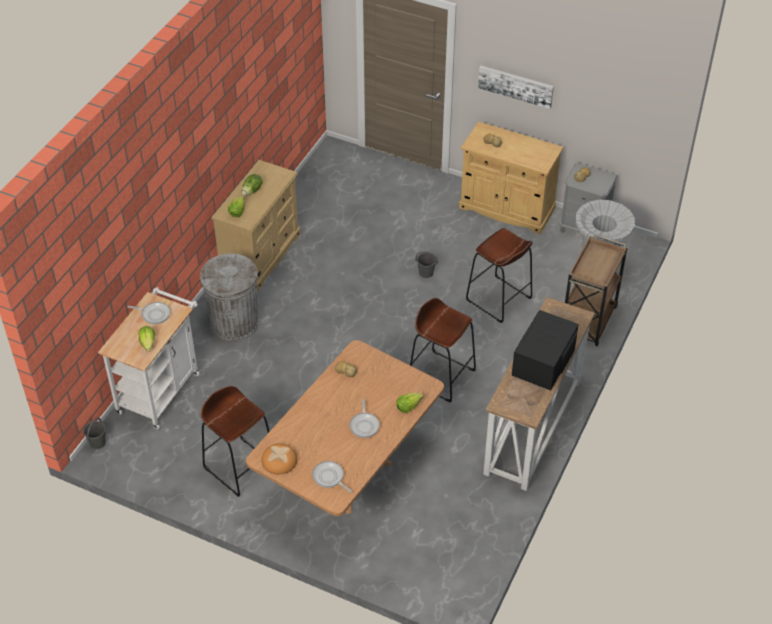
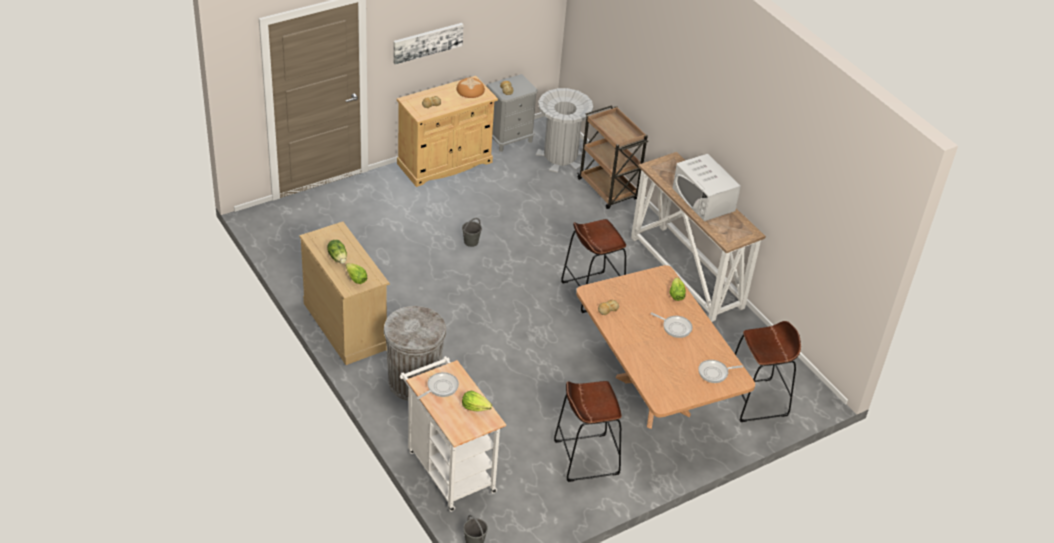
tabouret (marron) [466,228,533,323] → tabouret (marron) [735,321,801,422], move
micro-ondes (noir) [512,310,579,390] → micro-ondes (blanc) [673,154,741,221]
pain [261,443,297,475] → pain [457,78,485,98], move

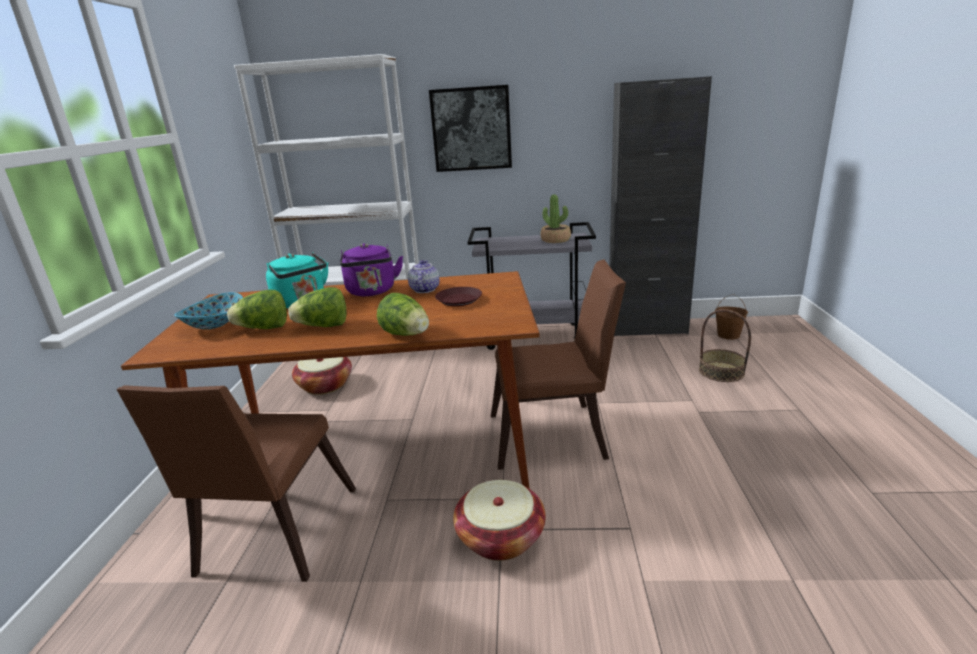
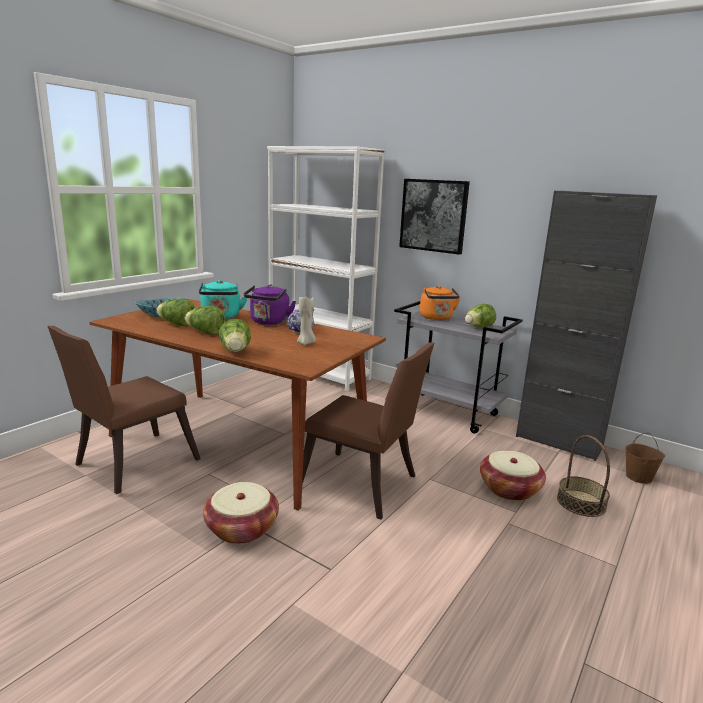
plante en pot [541,194,571,243] → laitue [465,304,496,328]
assiette (marron) [435,287,482,306] → bougie (beige) [297,294,316,345]
panier [292,357,352,395] → panier [480,450,546,501], move
- → bouilloire (orange) [420,285,461,320]

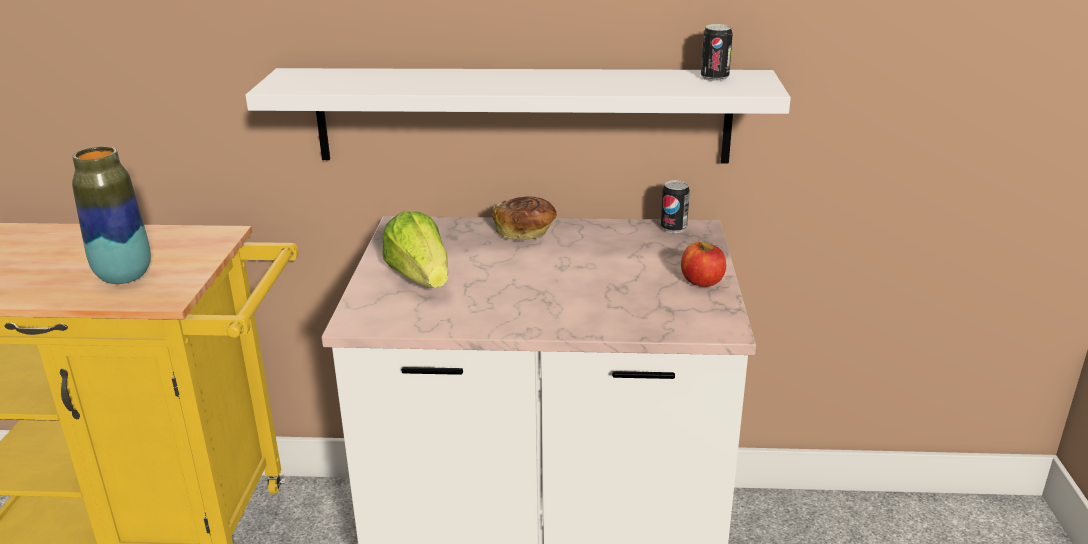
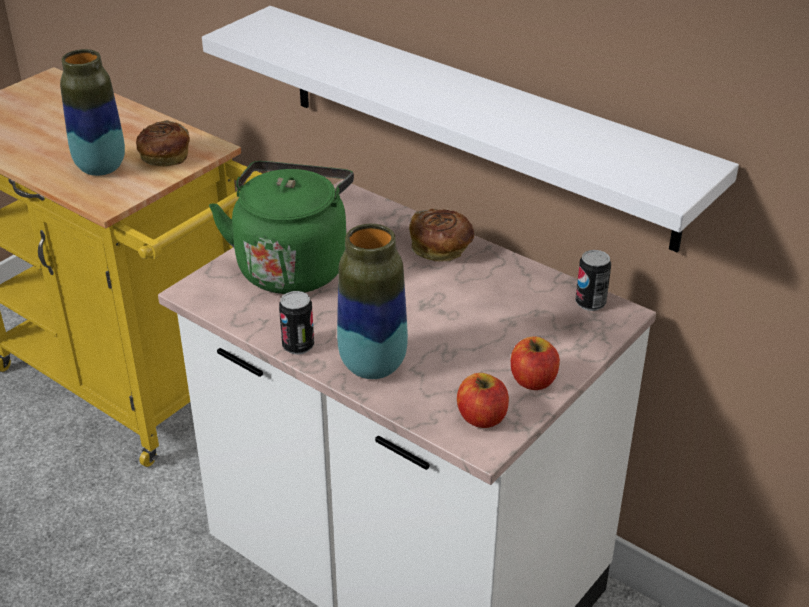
boîte métallique [701,24,733,81] → boîte métallique [279,291,314,355], move
laitue [382,212,448,288] → bouilloire (vert) [209,161,354,294]
- → pain [136,120,190,167]
- → vase [337,224,408,379]
- → pomme [457,373,509,428]

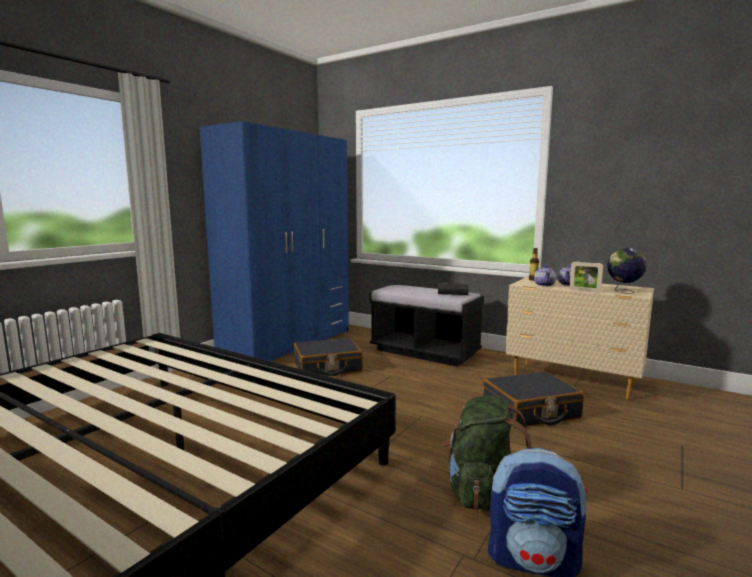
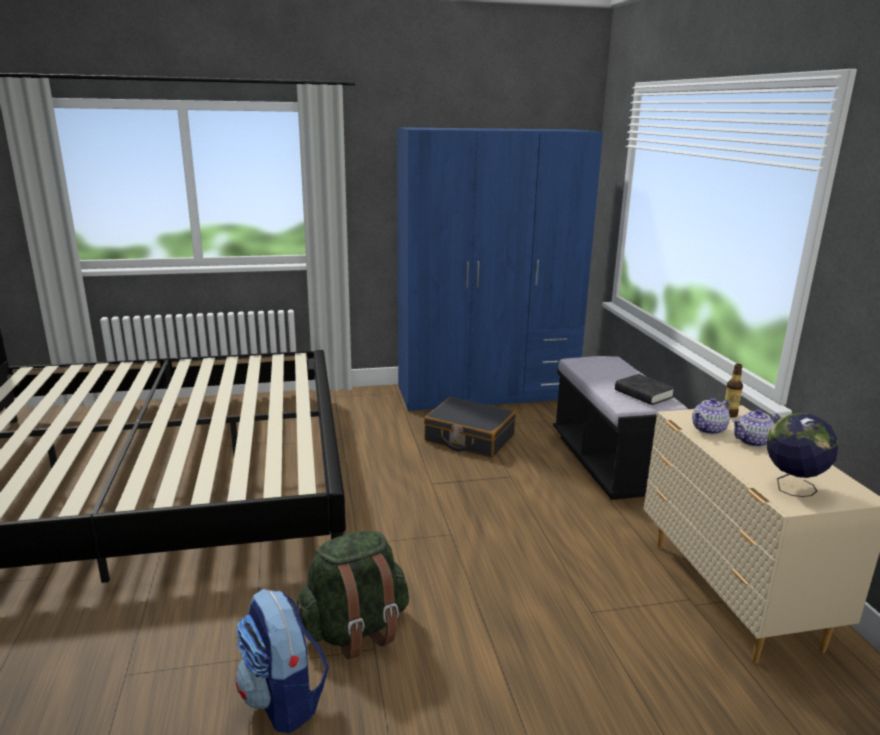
cadre photo [569,261,603,293] → -
valise (noir) [483,371,584,428] → -

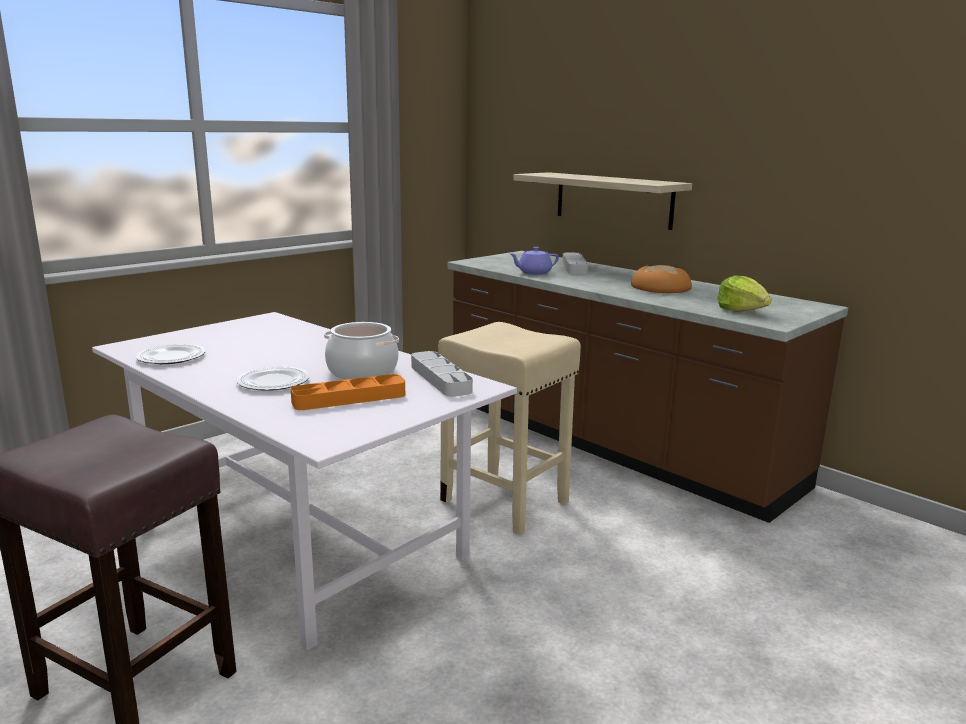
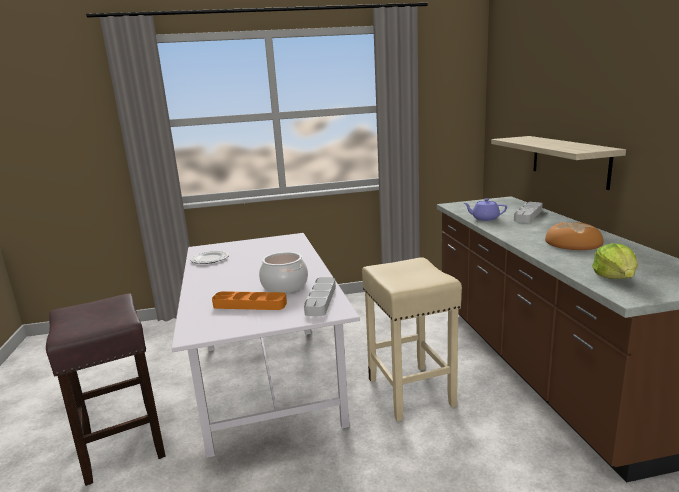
assiette [236,366,310,391] → -

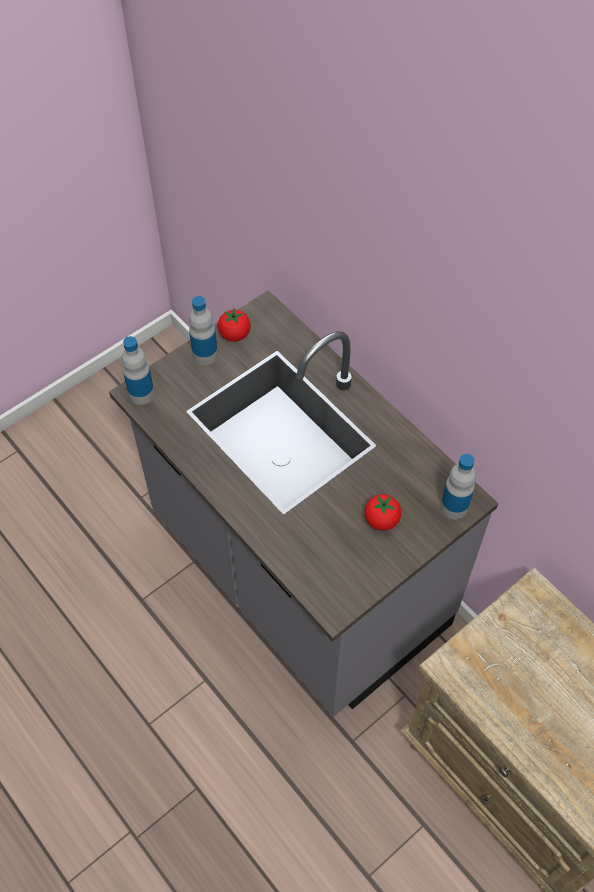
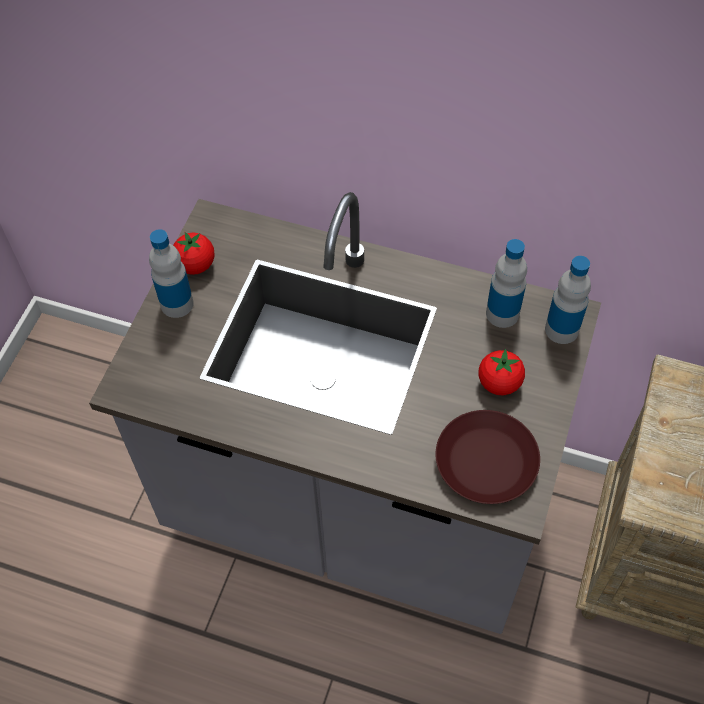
bouteille [122,336,155,405] → bouteille [486,239,527,328], move
- → assiette (marron) [436,410,540,504]

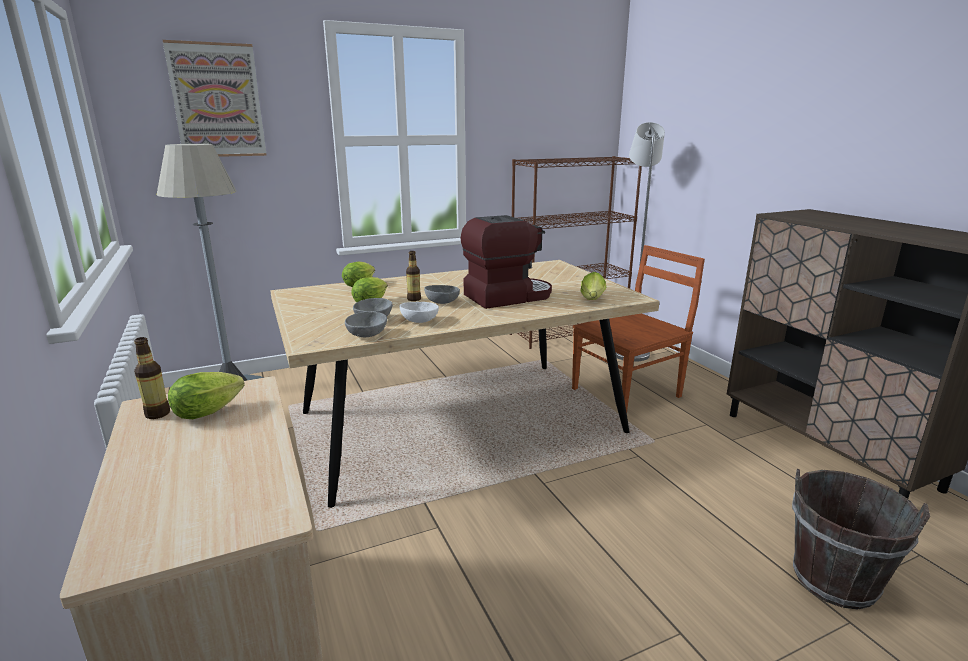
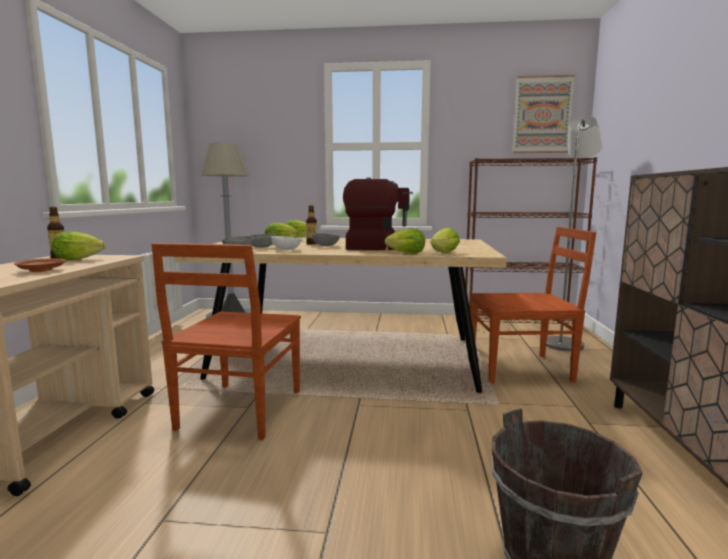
tableau [163,40,267,157] → tableau [512,75,575,153], move
- → laitue [385,229,425,254]
- → chaise (marron) [151,243,301,440]
- → assiette (marron) [14,258,67,272]

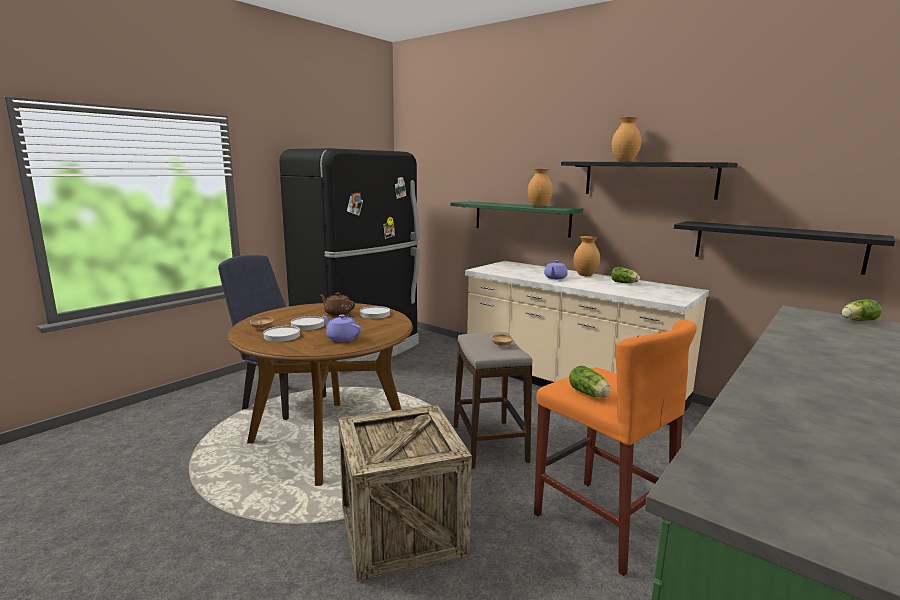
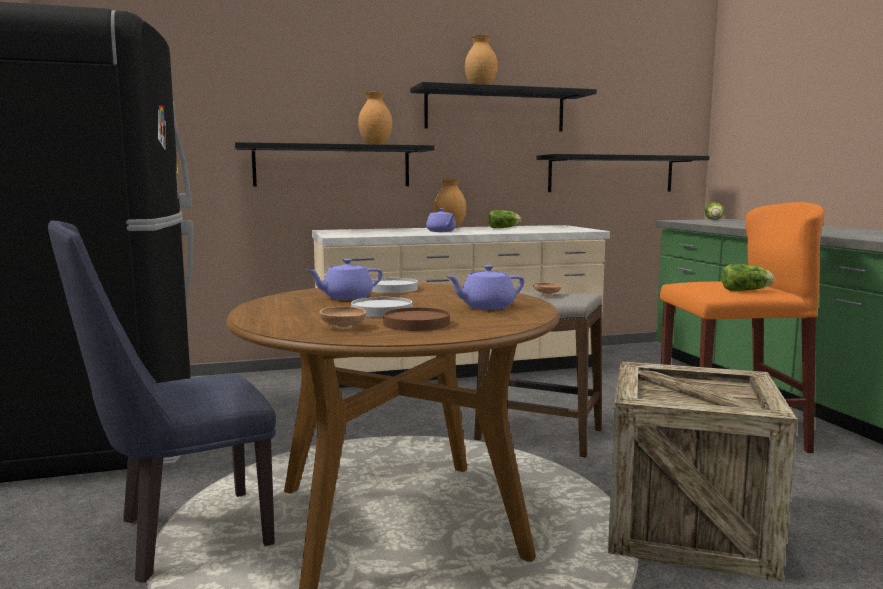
étagère (vert) [451,201,583,238] → étagère (noir) [235,142,435,187]
théière (marron) [319,293,355,316] → théière (violet) [307,259,383,300]
assiette (blanc) [263,326,300,342] → assiette (marron) [383,307,450,331]

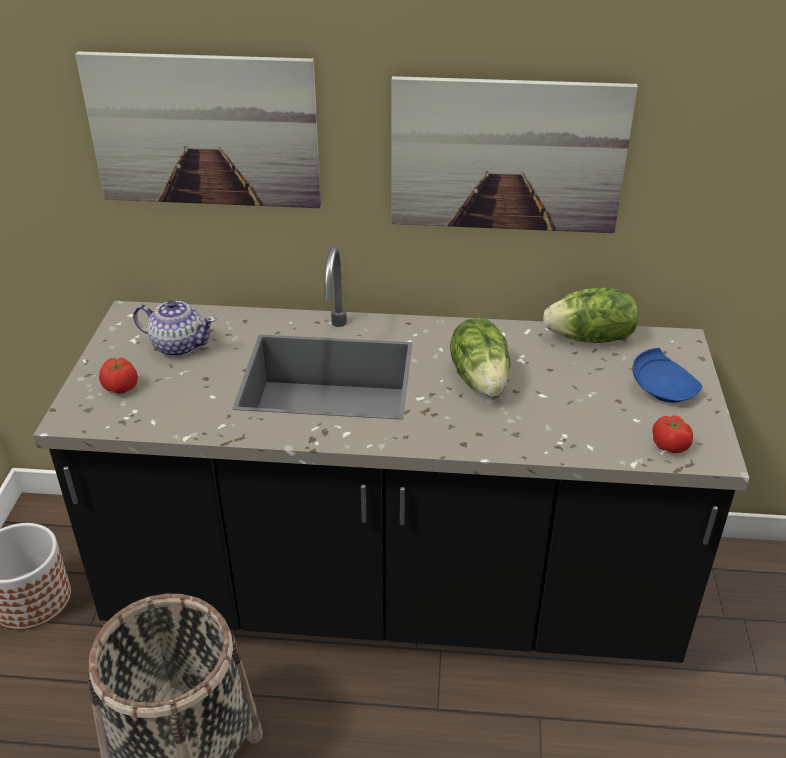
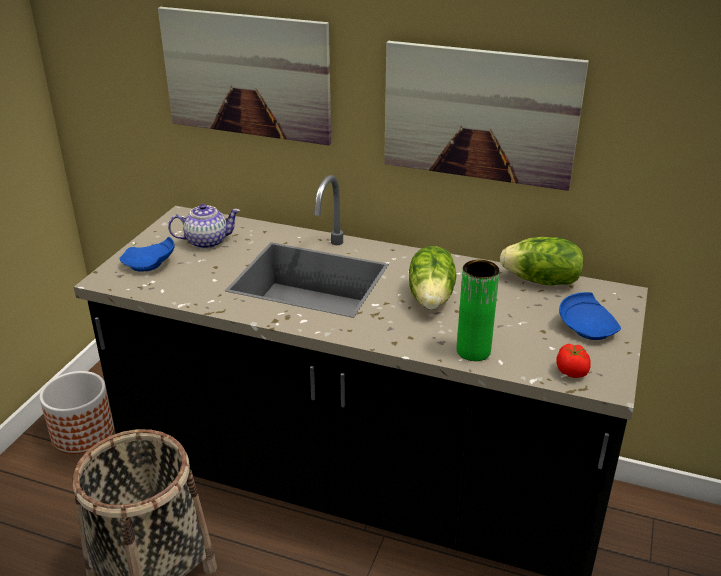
théière [133,300,216,357] → théière [168,204,240,249], 45 degrees counterclockwise
tomate [99,358,138,394] → assiette (bleu) [120,237,175,272]
- → vase (vert) [457,260,500,361]

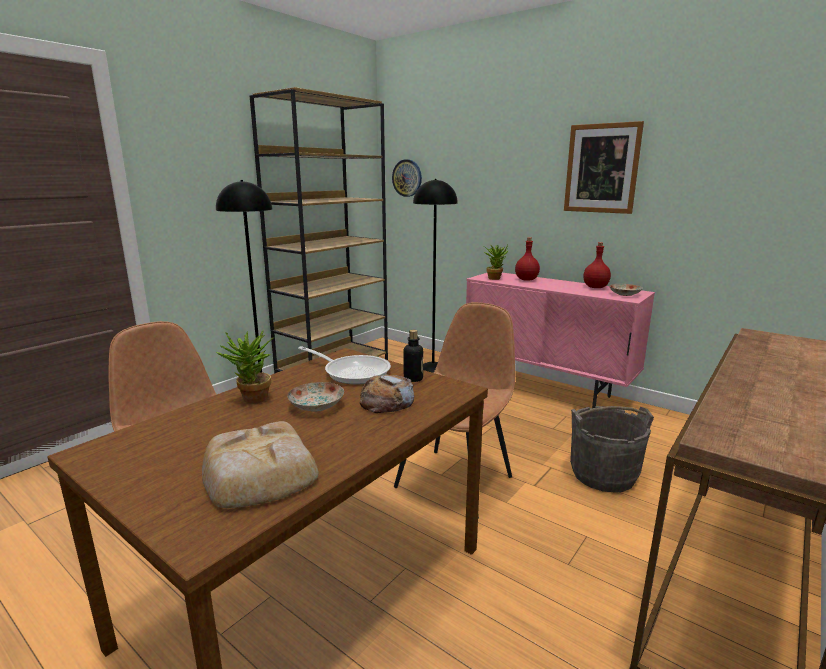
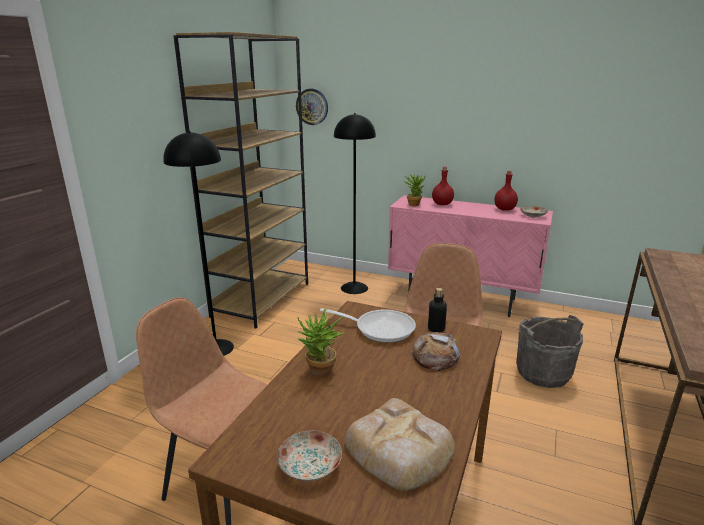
tableau [564,121,644,214] → -
assiette [287,382,344,412] → assiette [277,430,342,482], move

